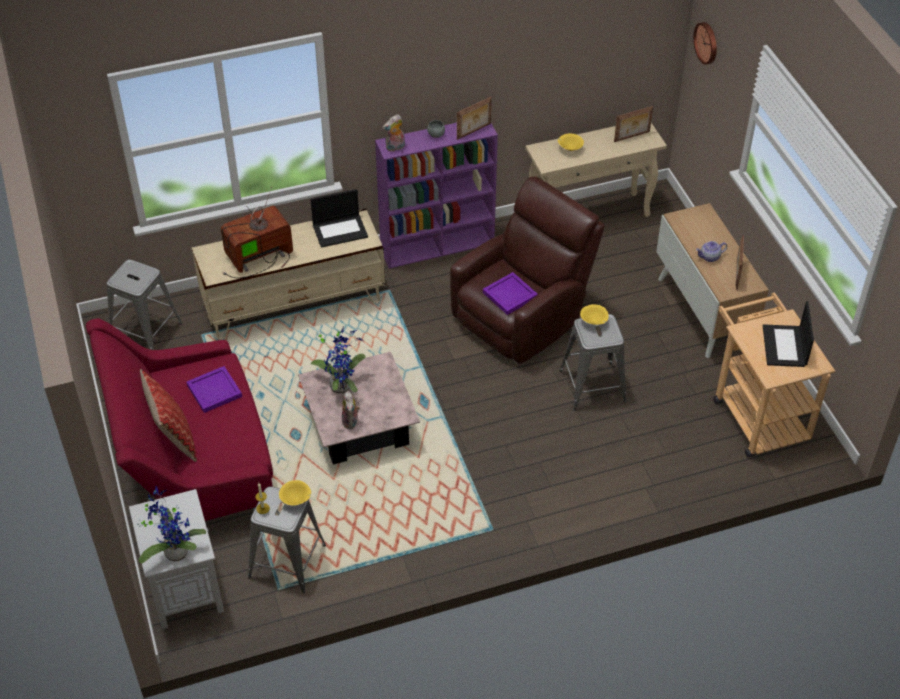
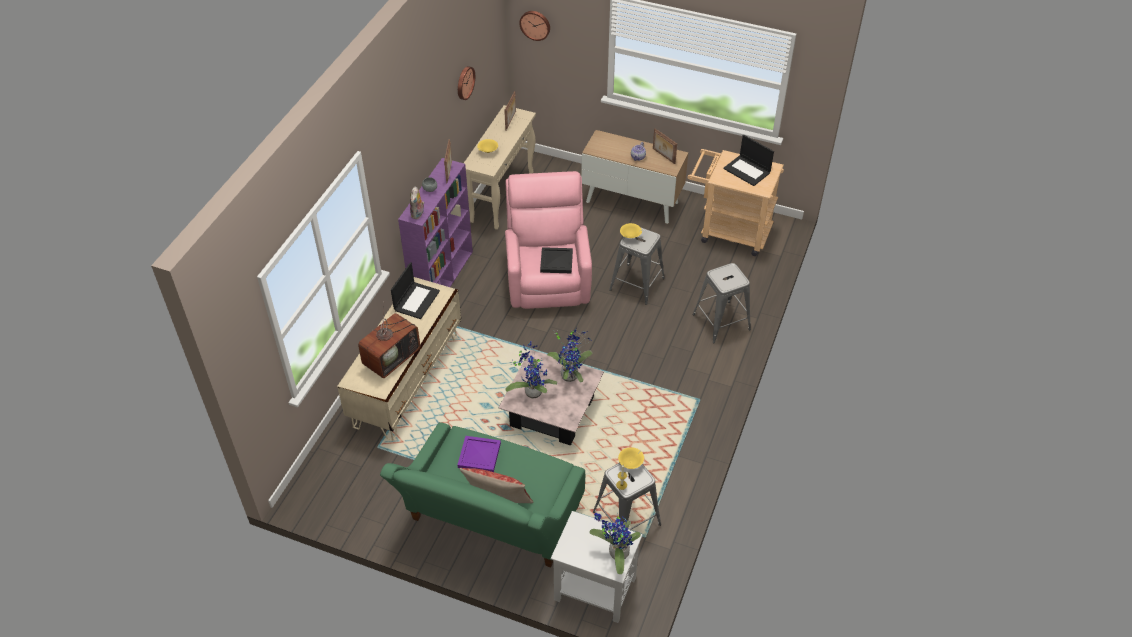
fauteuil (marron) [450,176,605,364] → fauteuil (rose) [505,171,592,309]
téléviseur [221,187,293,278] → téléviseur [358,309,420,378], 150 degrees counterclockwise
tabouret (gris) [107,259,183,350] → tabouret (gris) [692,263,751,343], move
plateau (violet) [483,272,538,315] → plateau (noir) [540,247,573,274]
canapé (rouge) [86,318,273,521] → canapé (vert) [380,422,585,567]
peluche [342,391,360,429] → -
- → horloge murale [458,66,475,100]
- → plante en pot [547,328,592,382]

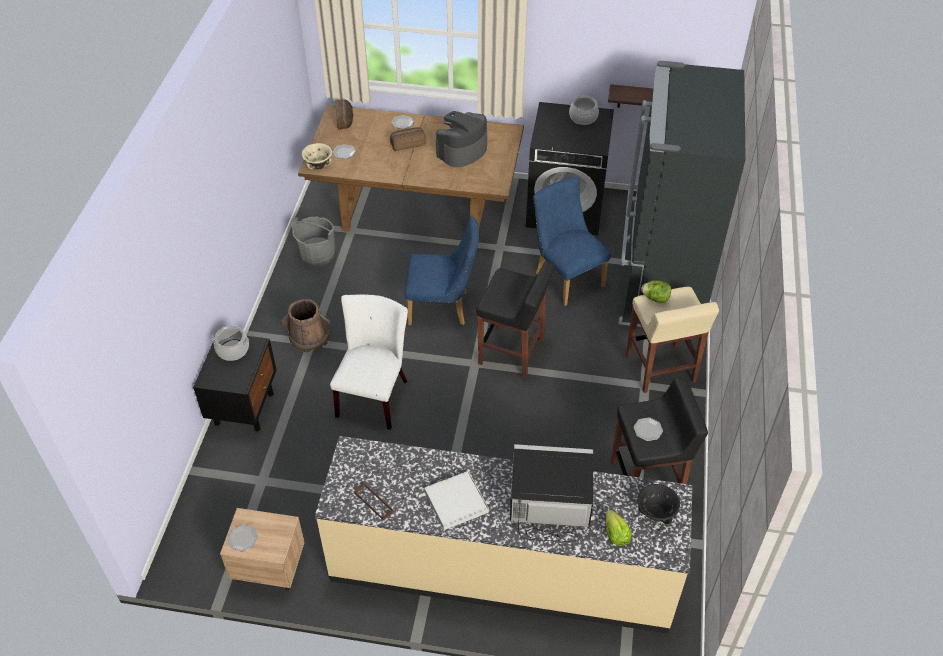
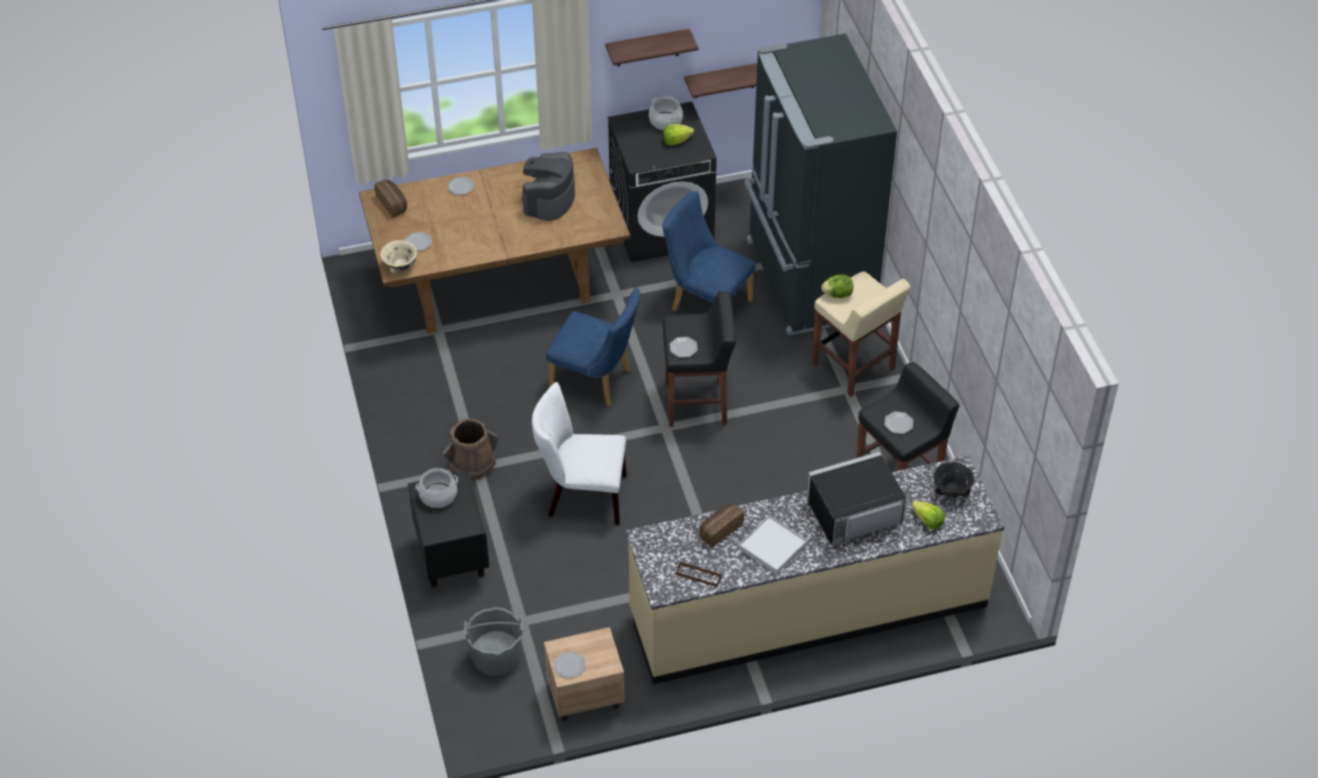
pain [390,128,426,151] → pain [700,504,744,547], move
chaise (bleu) [405,216,479,325] → chaise (bleu) [546,288,640,406], 45 degrees clockwise
seau (gris) [291,217,335,267] → seau (gris) [464,607,523,676], move
chaise (blanc) [330,294,408,430] → chaise (blanc) [532,382,626,525], 75 degrees counterclockwise
- → étagère [605,29,699,67]
- → laitue [663,124,694,145]
- → assiette [670,337,698,358]

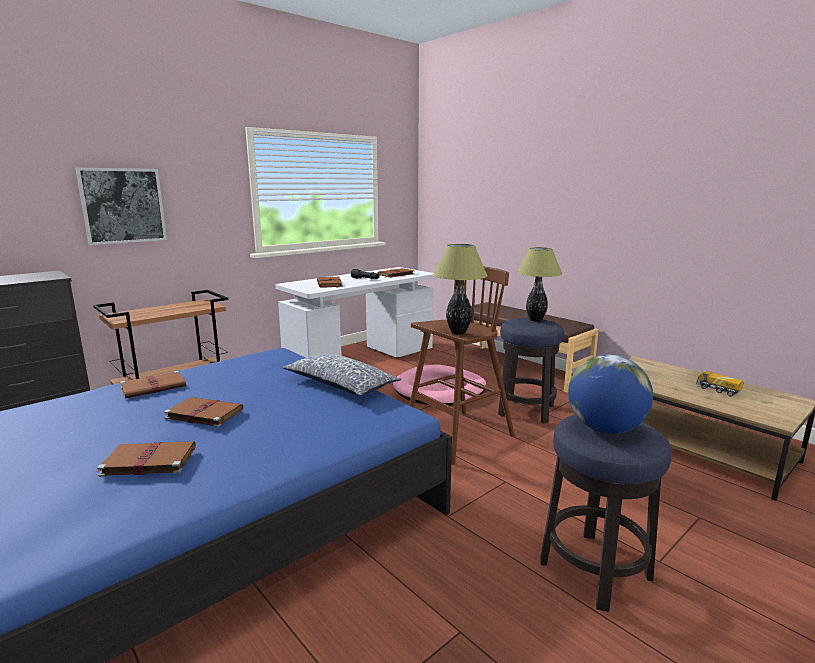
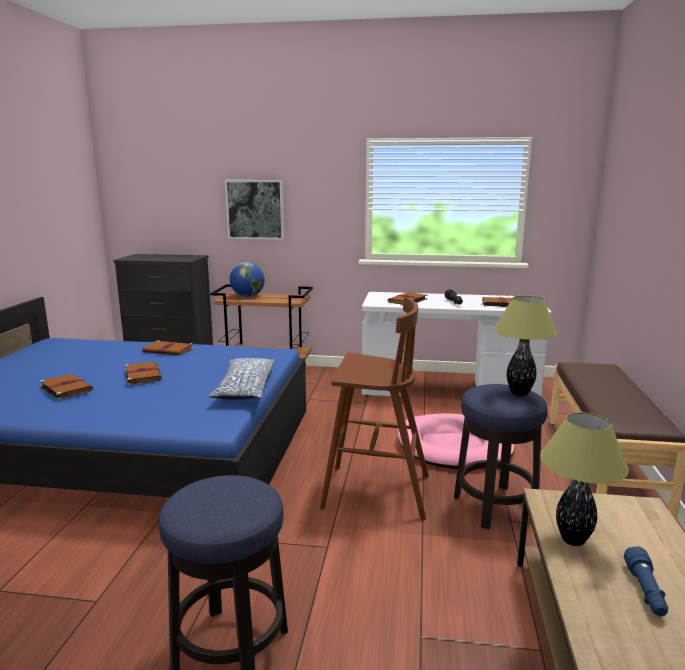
lampe de table [433,244,488,335] → lampe de table [540,412,629,546], move
globe [568,354,653,434] → globe [230,262,265,297], move
camion jouet [696,370,744,396] → lampe de poche (bleu) [624,546,668,616]

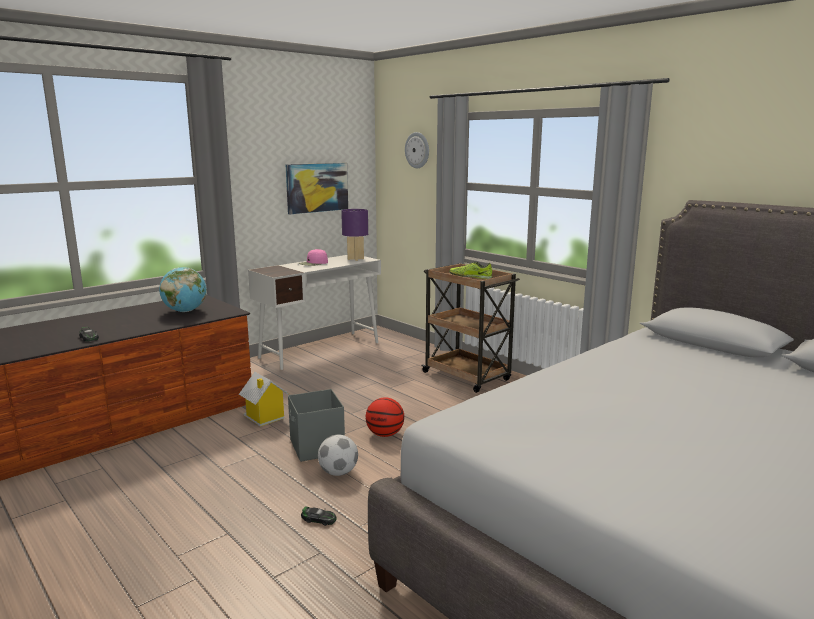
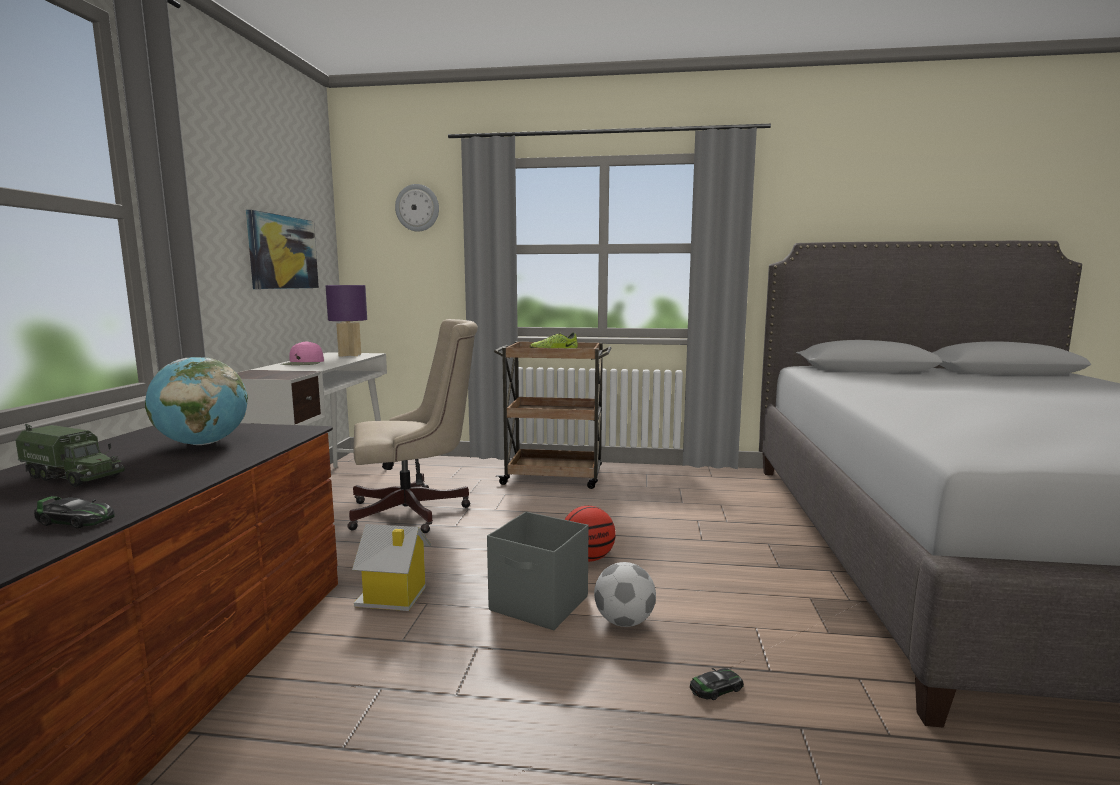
- → chaise de bureau (beige) [347,319,478,533]
- → camion jouet [15,424,125,487]

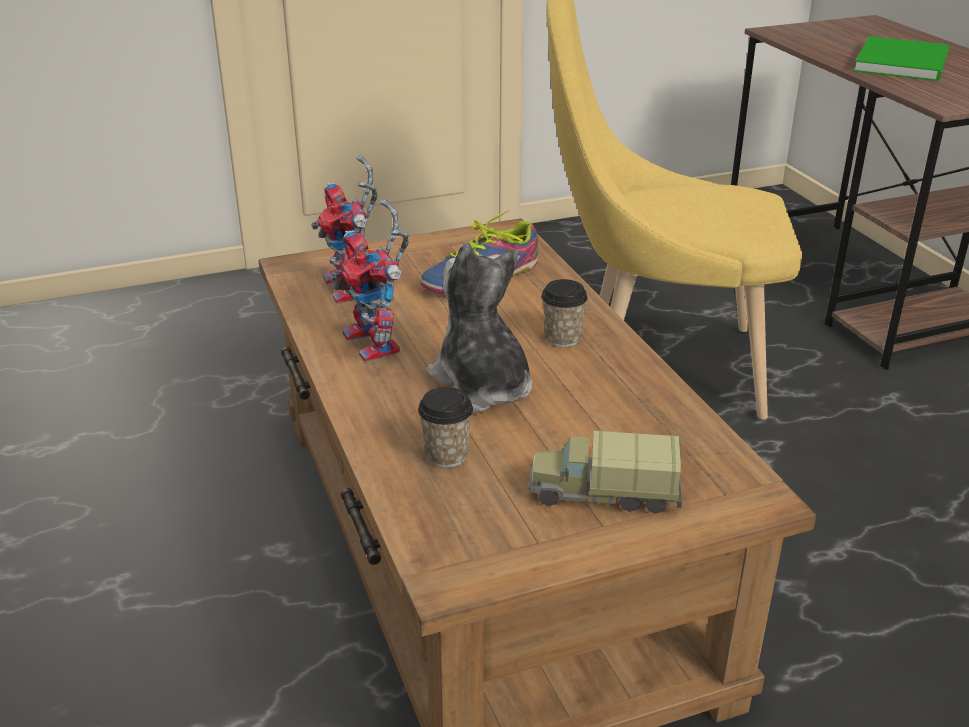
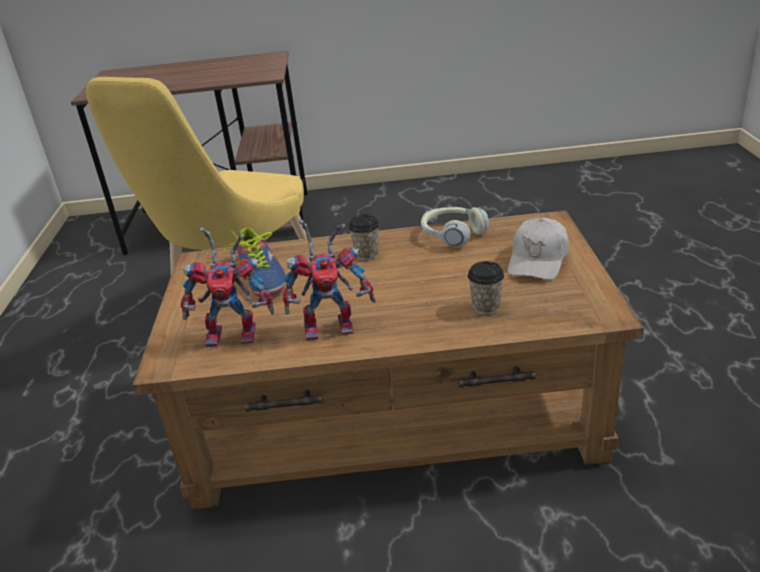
livre (vert) [854,36,949,81] → -
peluche [427,243,532,413] → -
camion jouet [529,431,682,513] → casquette (blanc) [508,218,569,280]
- → casque audio [421,207,489,247]

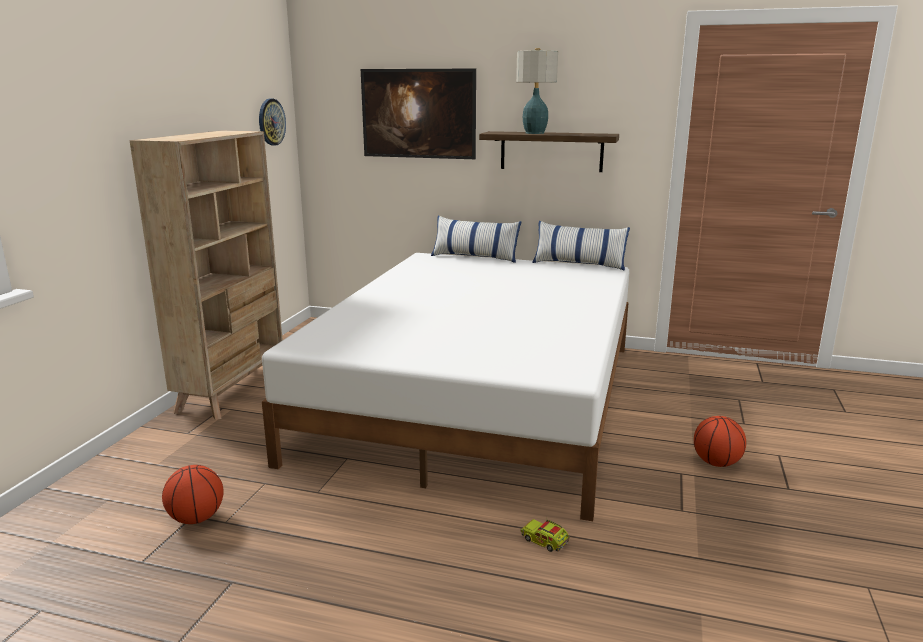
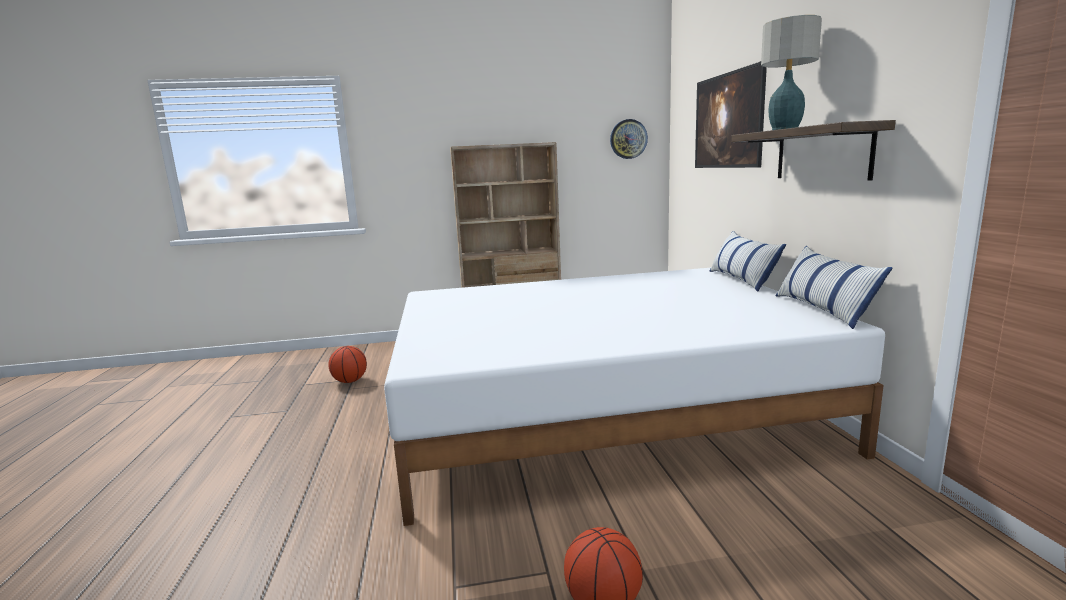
camion jouet [521,518,570,552] → -

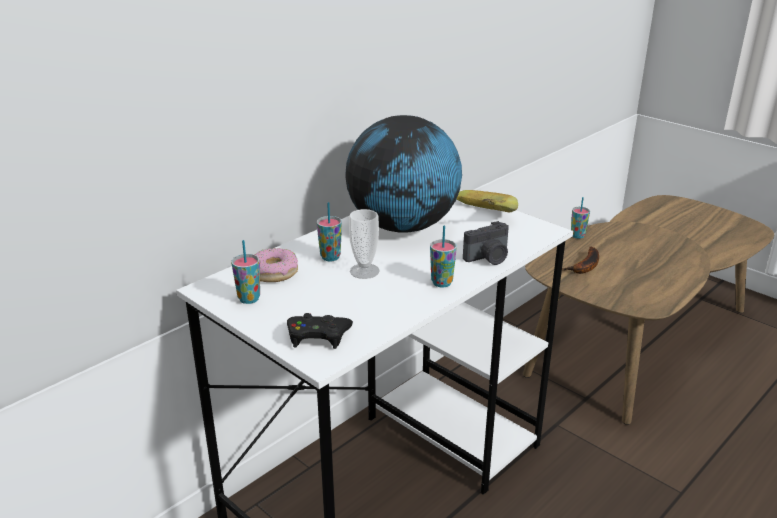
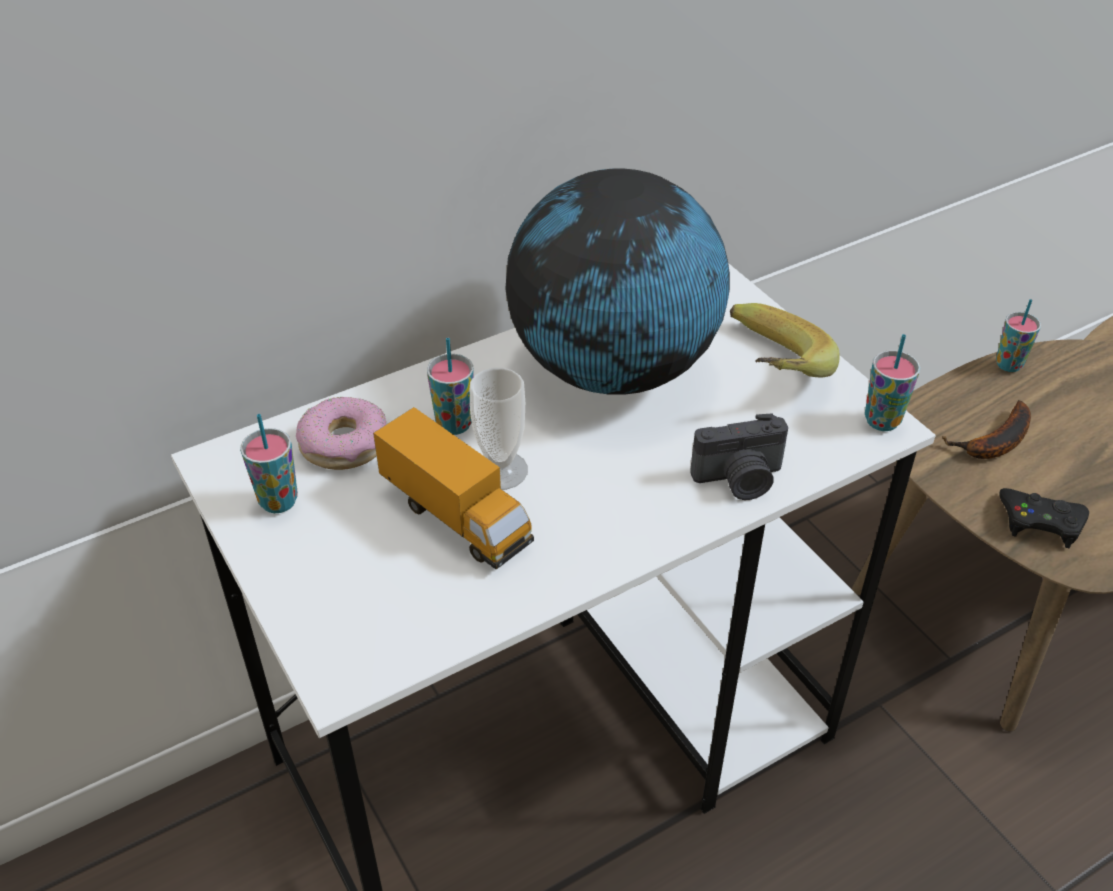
tasse [430,225,457,287] → tasse [865,334,920,431], move
manette (noir) [287,313,353,349] → manette (noir) [999,488,1089,548], move
- → camion jouet [373,407,534,569]

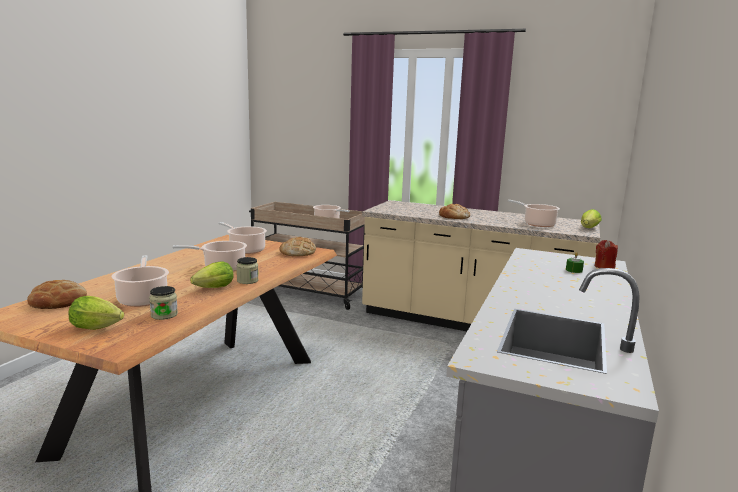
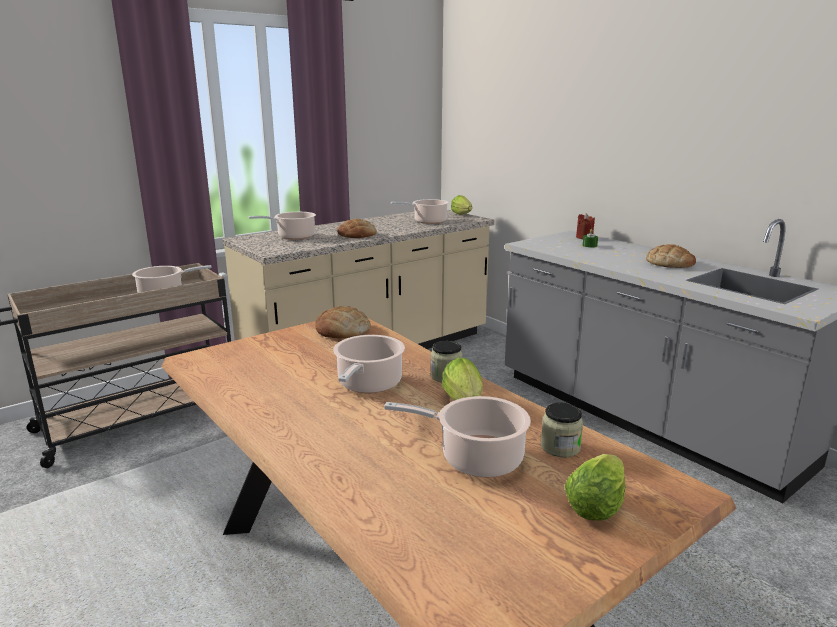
marmite [218,222,267,254] → marmite [249,212,316,240], move
pain [27,280,87,309] → pain [646,244,696,268], move

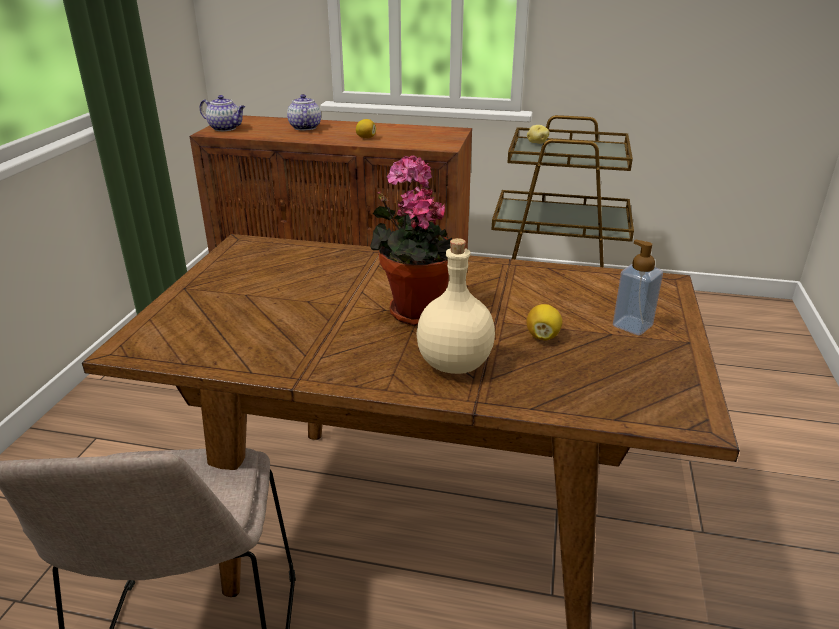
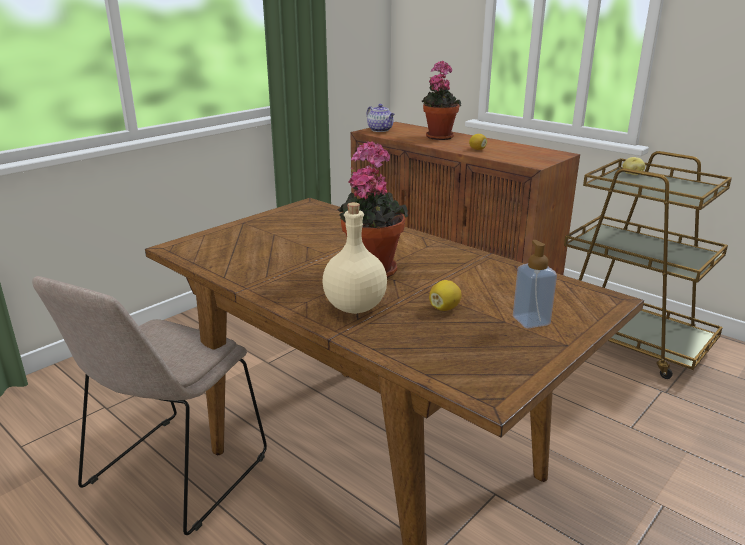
théière [287,94,321,130] → plante en pot [422,61,462,140]

